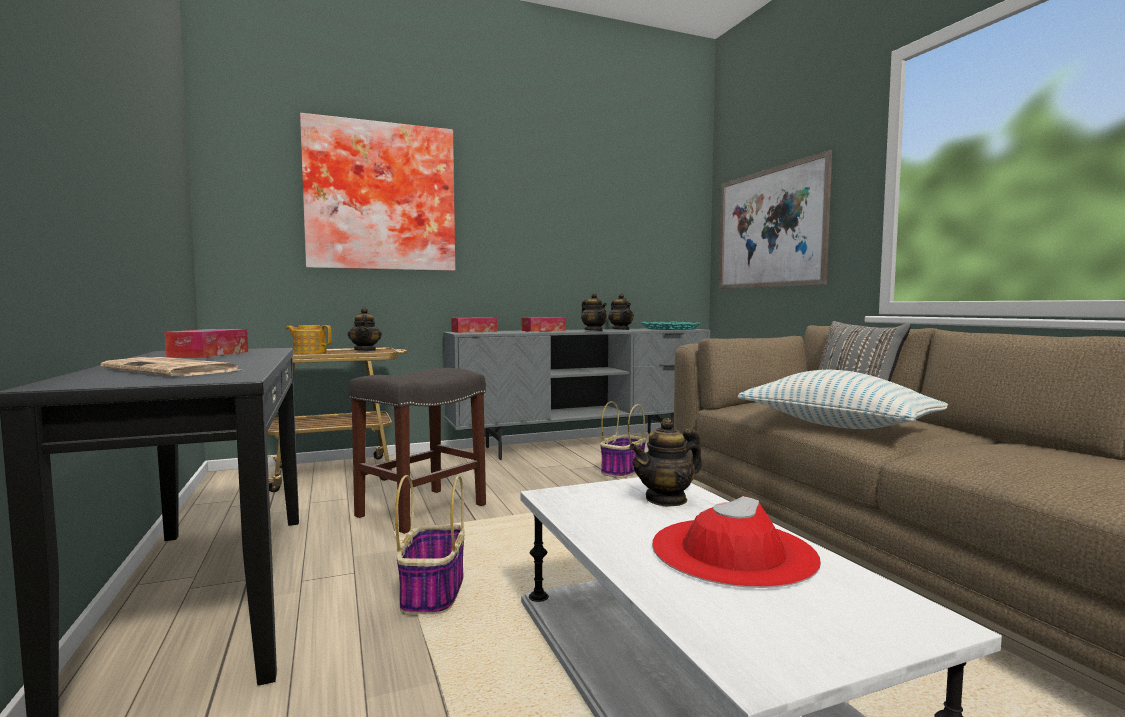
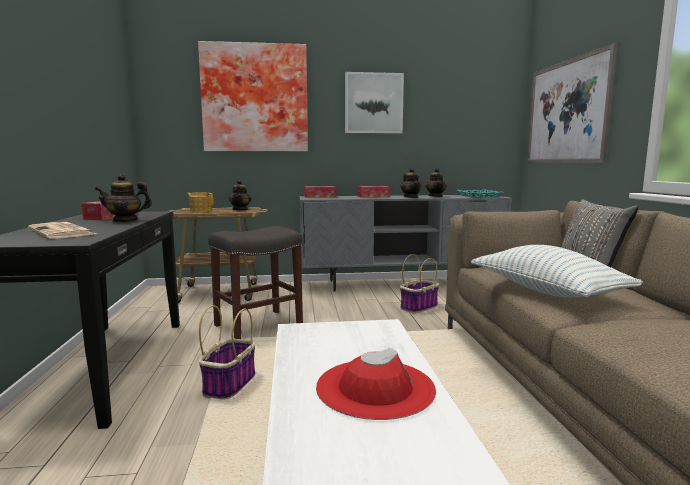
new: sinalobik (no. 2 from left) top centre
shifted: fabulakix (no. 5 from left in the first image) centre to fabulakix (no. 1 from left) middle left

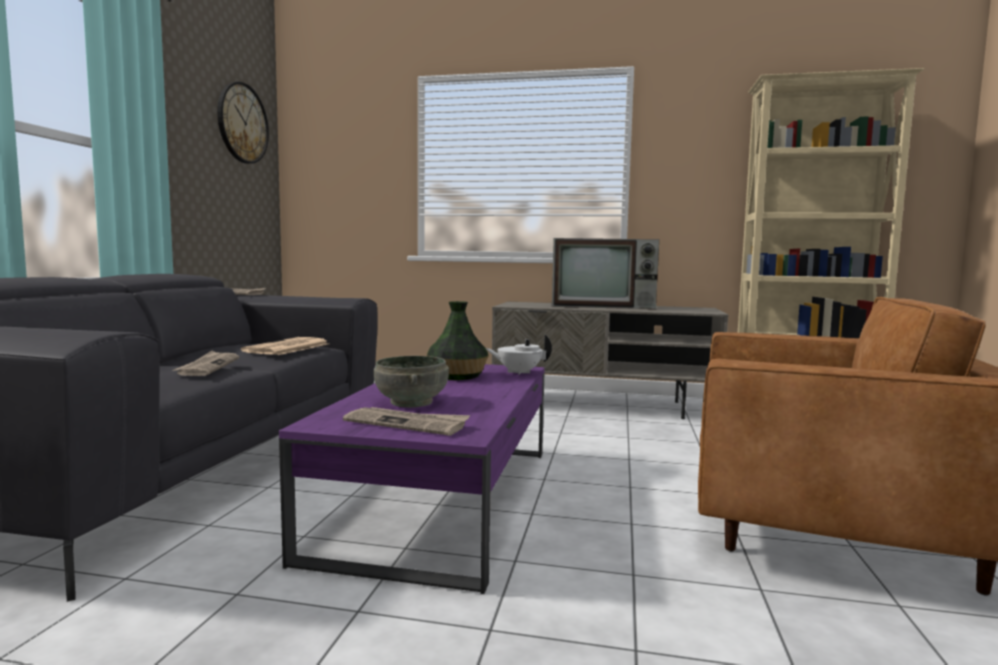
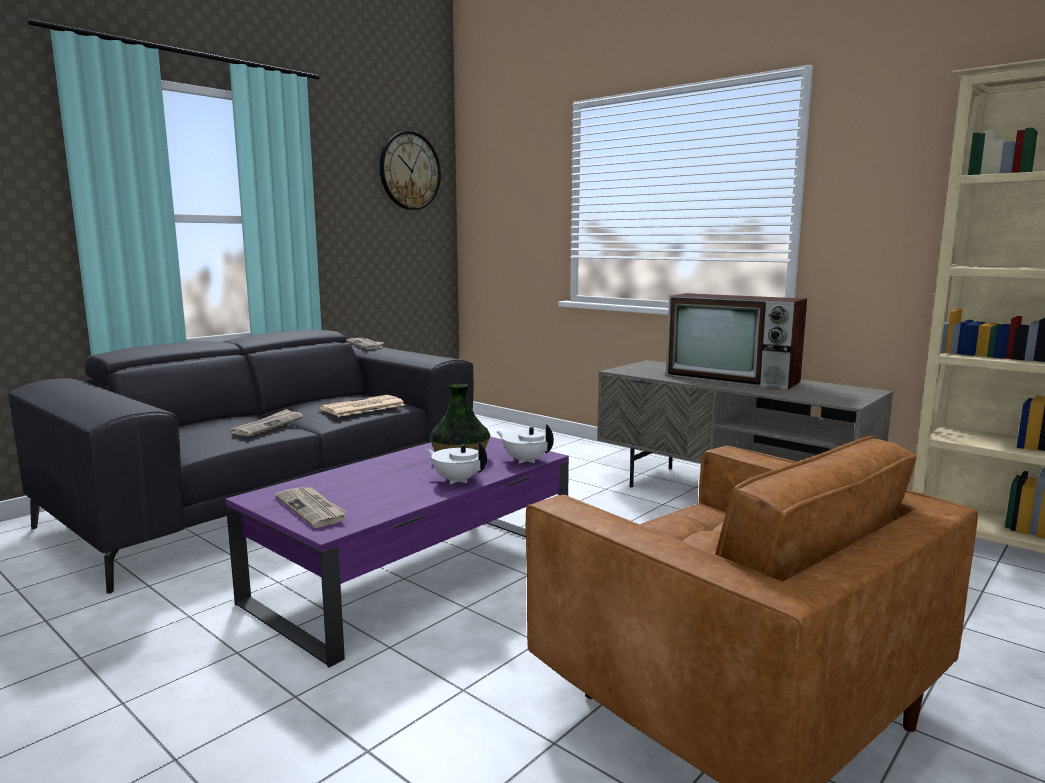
gone: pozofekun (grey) centre
new: fabulakix (white) (no. 1 from left) centre

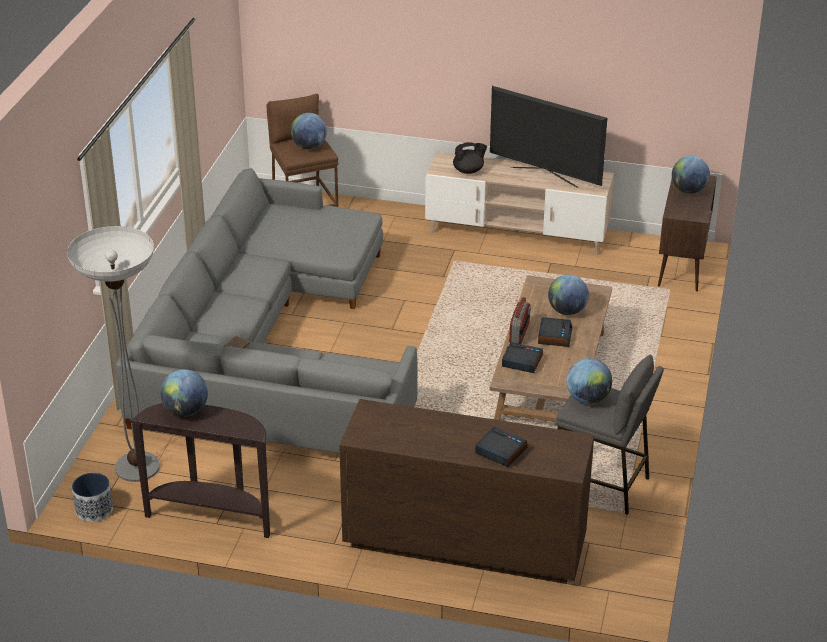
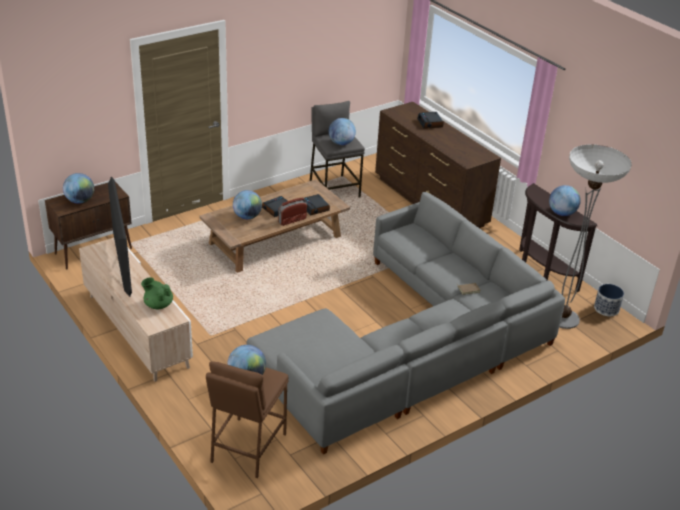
repainted: fabulakix (black) top centre to fabulakix (green) middle left

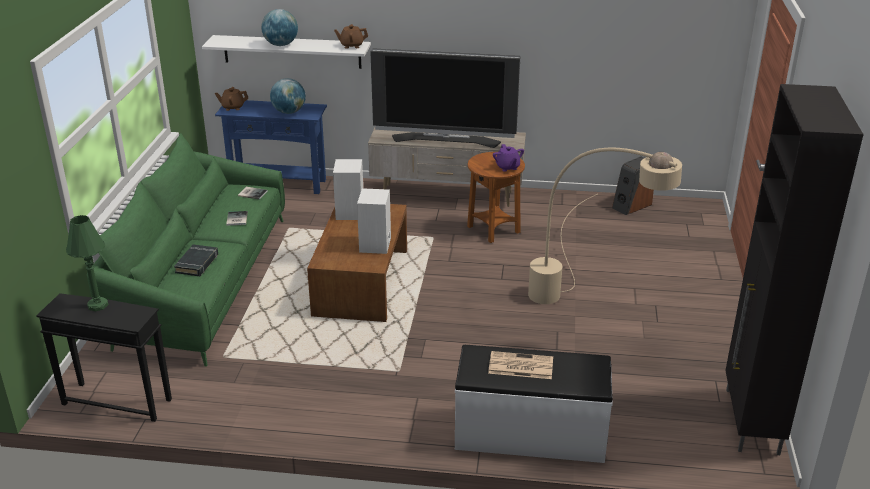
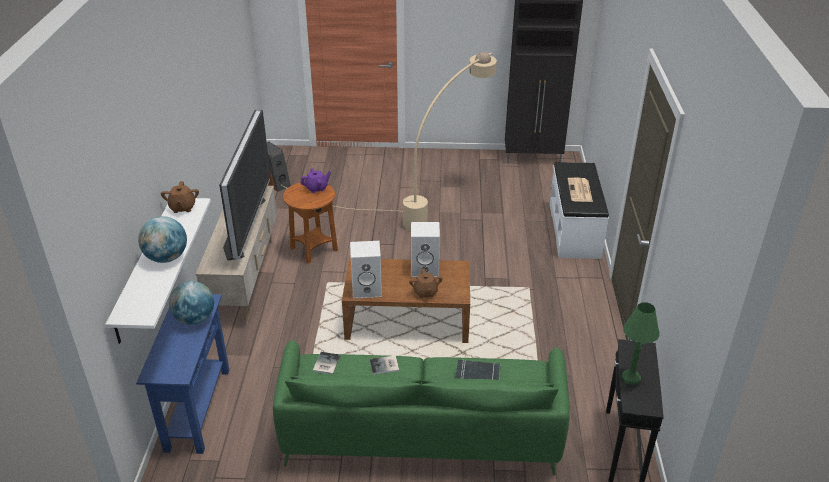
shifted: fabulakix (brown) (no. 1 from left in the first image) top left to fabulakix (brown) (no. 2 from left) centre

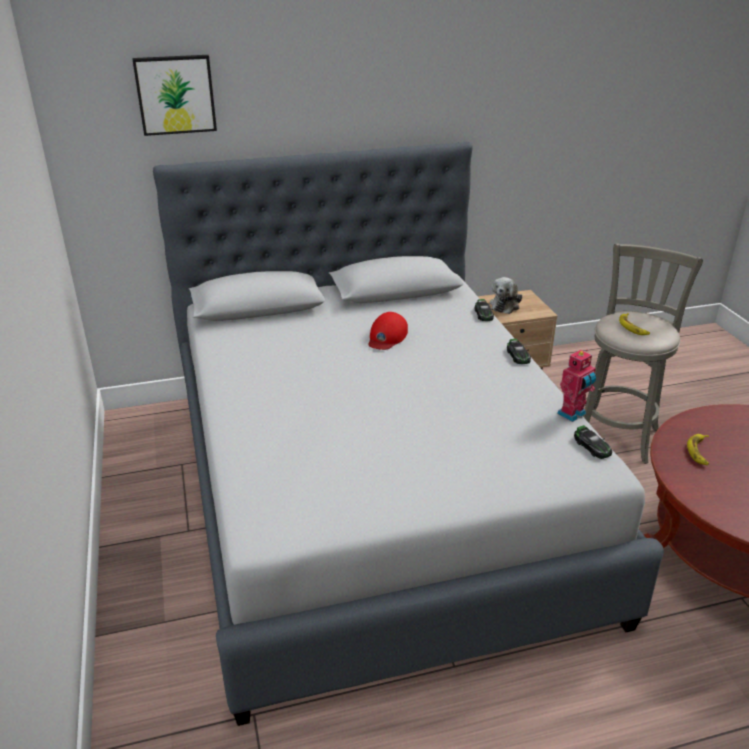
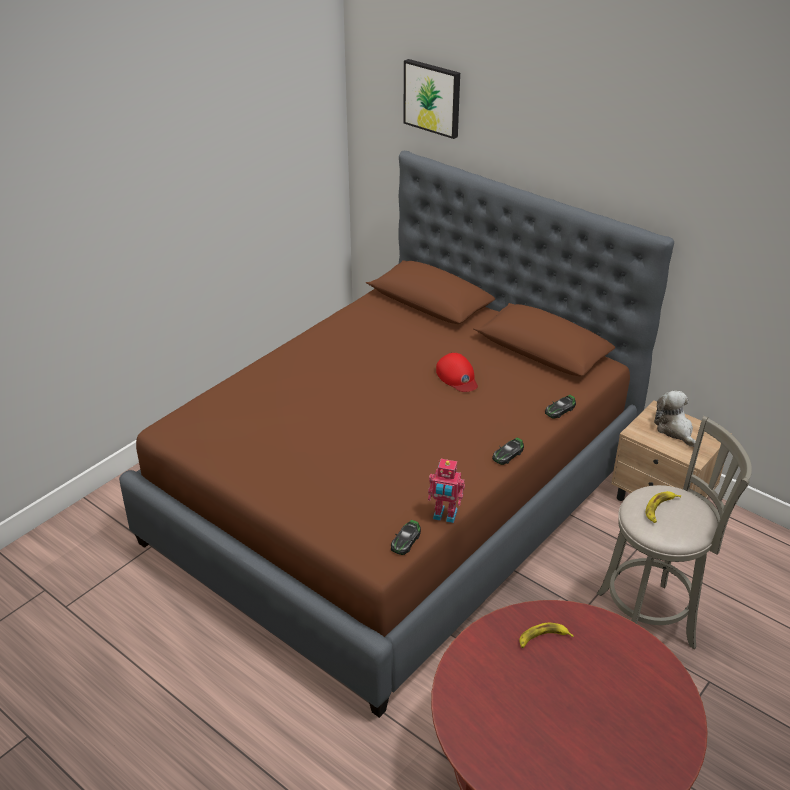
repainted: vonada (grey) centre to vonada (brown) centre
rotated: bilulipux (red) centre = centre 105 degrees counterclockwise; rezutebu middle right = middle right 75 degrees clockwise

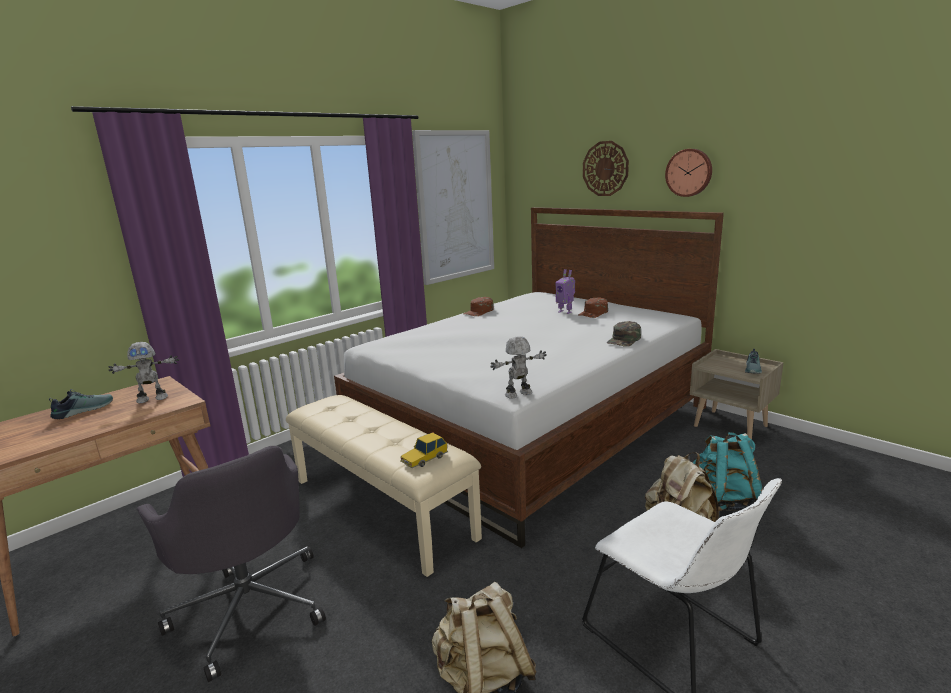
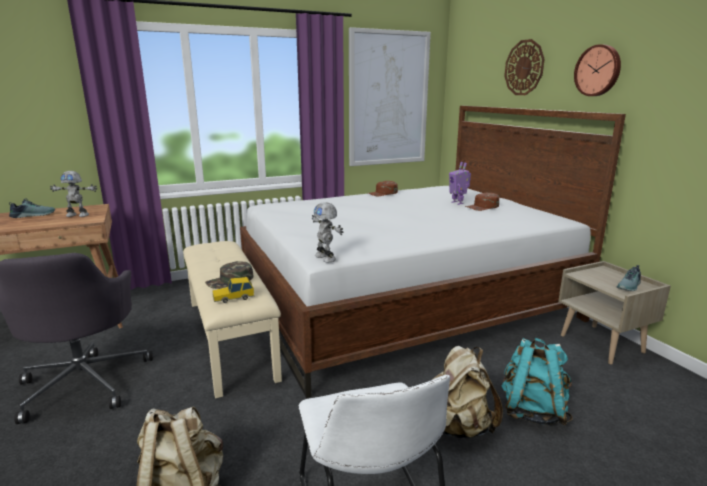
shifted: bilulipux (green) centre to middle left
rotated: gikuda (no. 2 from left) centre = centre 120 degrees counterclockwise

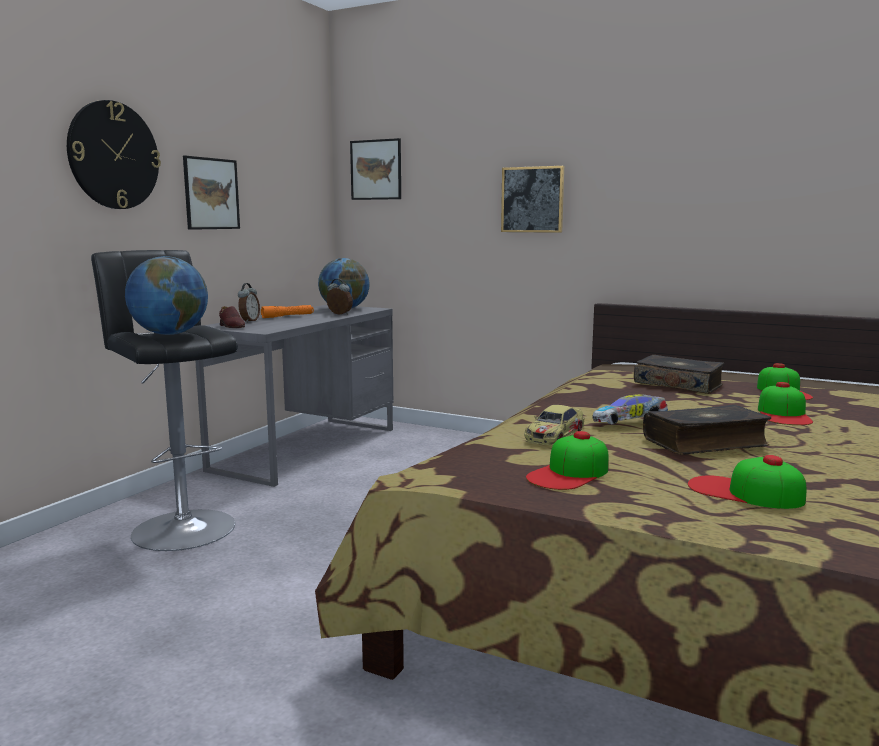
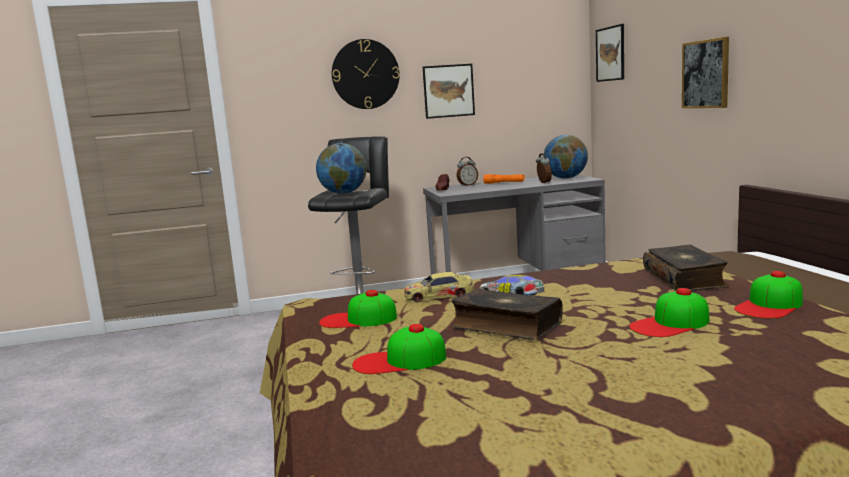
rotated: bilulipux (no. 2 from left) middle right = bottom centre 90 degrees counterclockwise

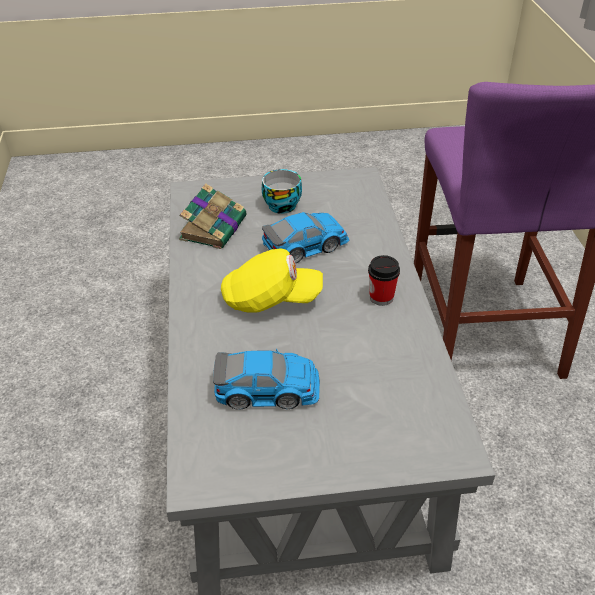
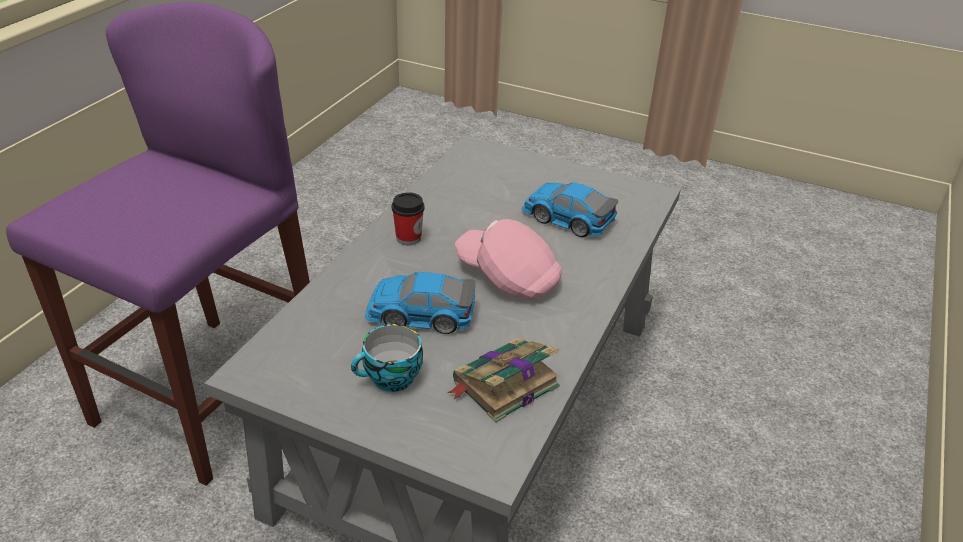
repainted: bilulipux (yellow) centre to bilulipux (pink) centre

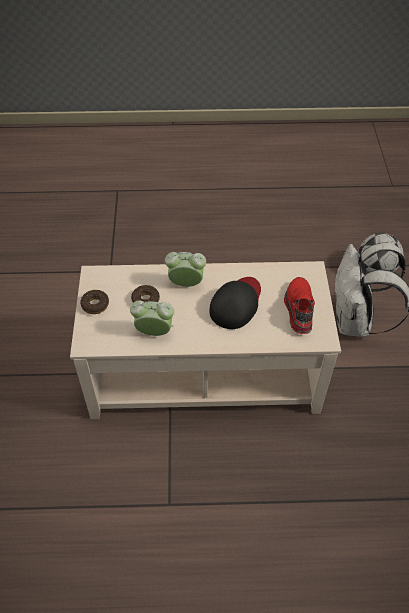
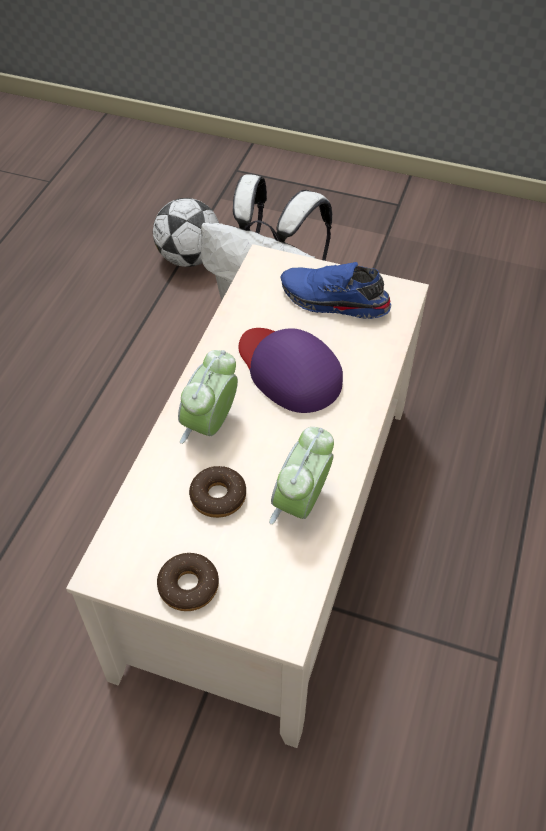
repainted: bilulipux (black) centre to bilulipux (purple) centre; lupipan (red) middle right to lupipan (blue) centre

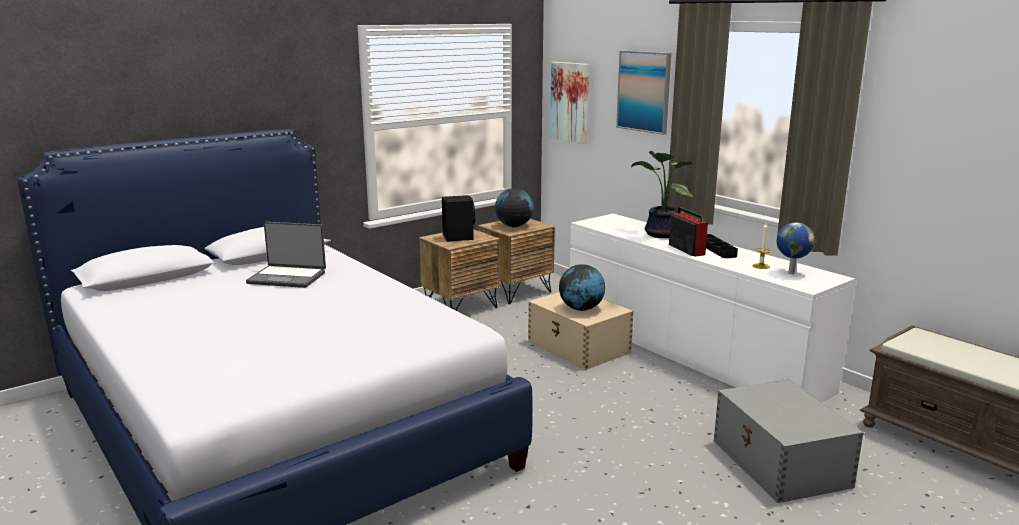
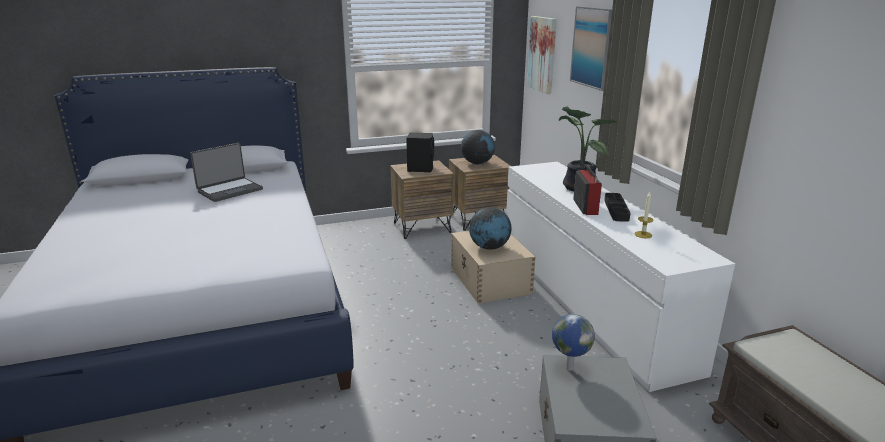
shifted: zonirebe (no. 3 from left) middle right to bottom centre
rotated: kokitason middle left = middle left 75 degrees counterclockwise

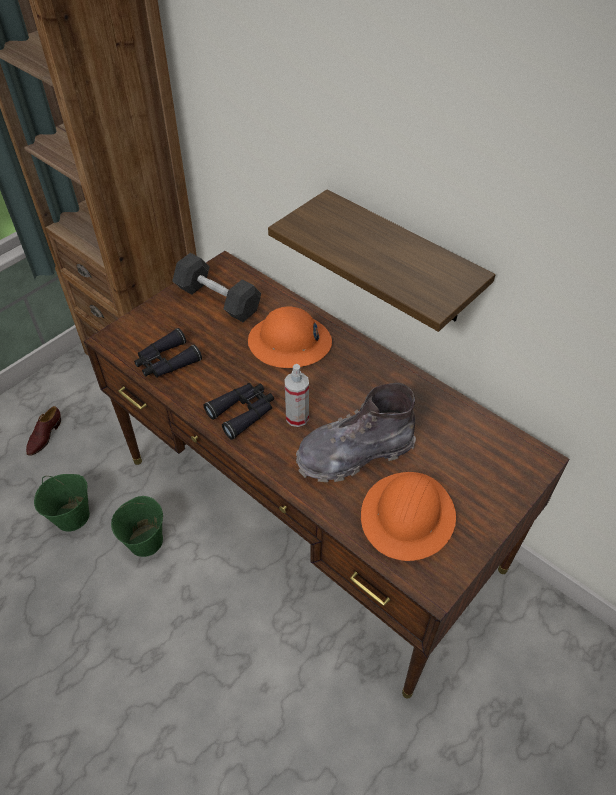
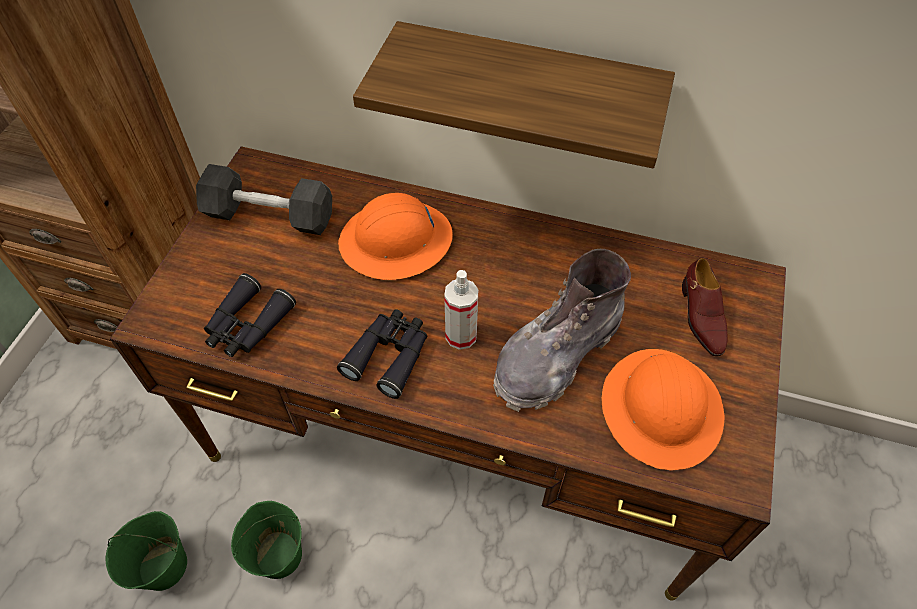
shifted: lupipan (brown) middle left to middle right

